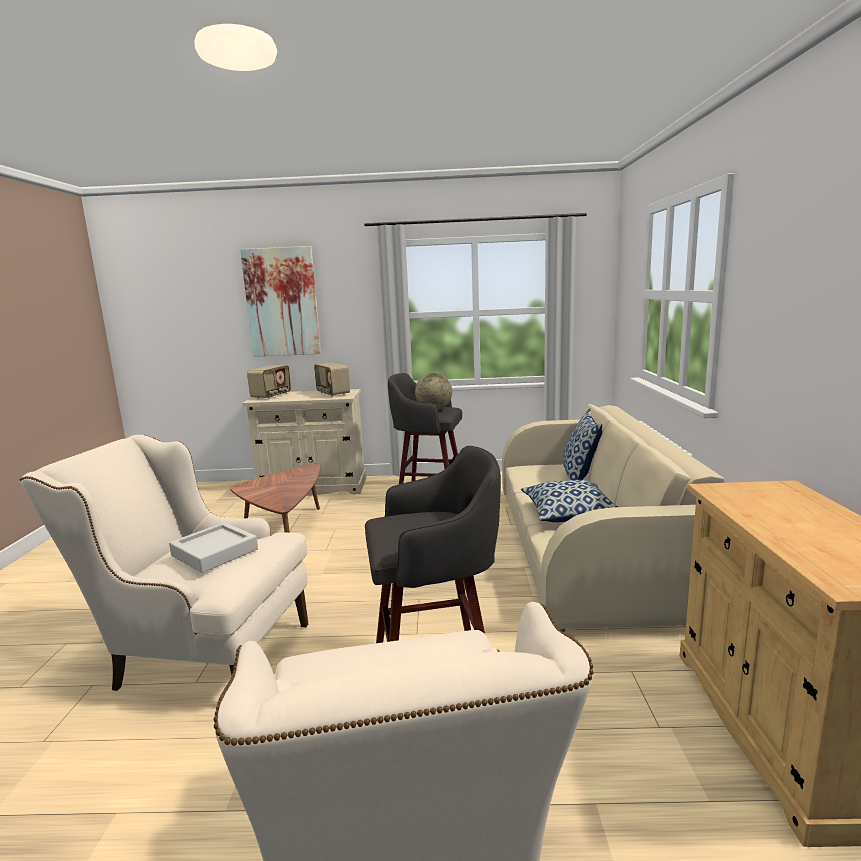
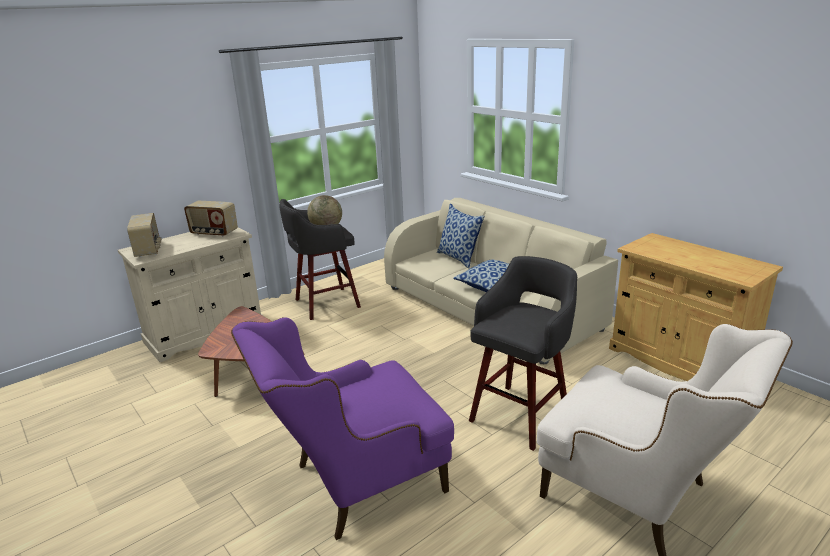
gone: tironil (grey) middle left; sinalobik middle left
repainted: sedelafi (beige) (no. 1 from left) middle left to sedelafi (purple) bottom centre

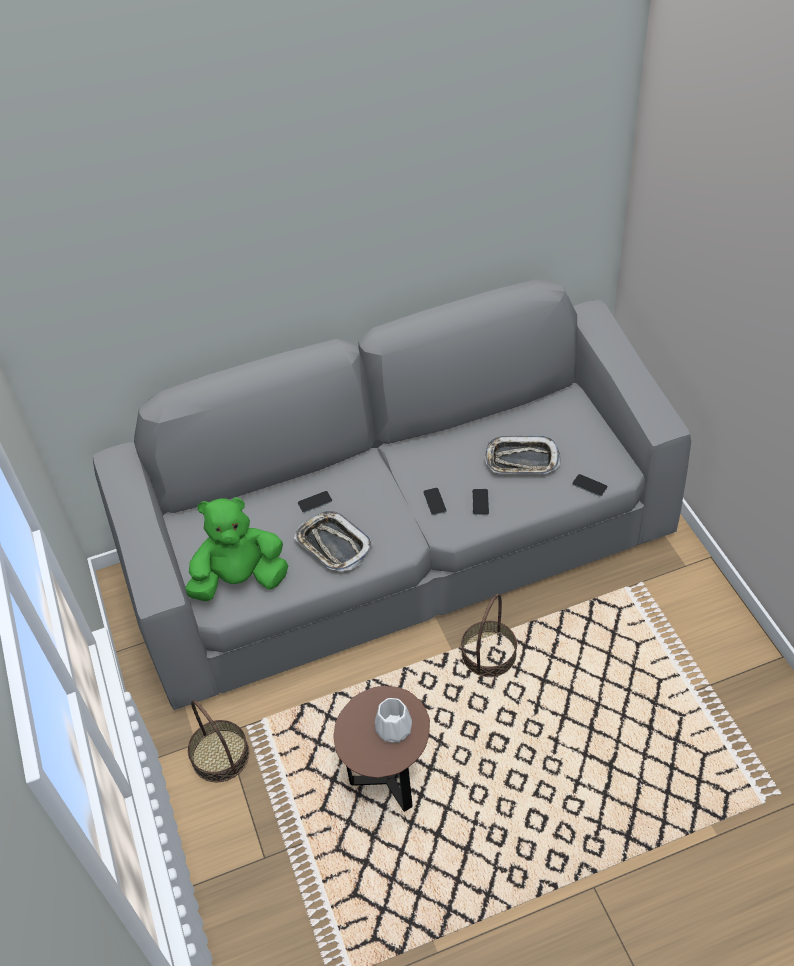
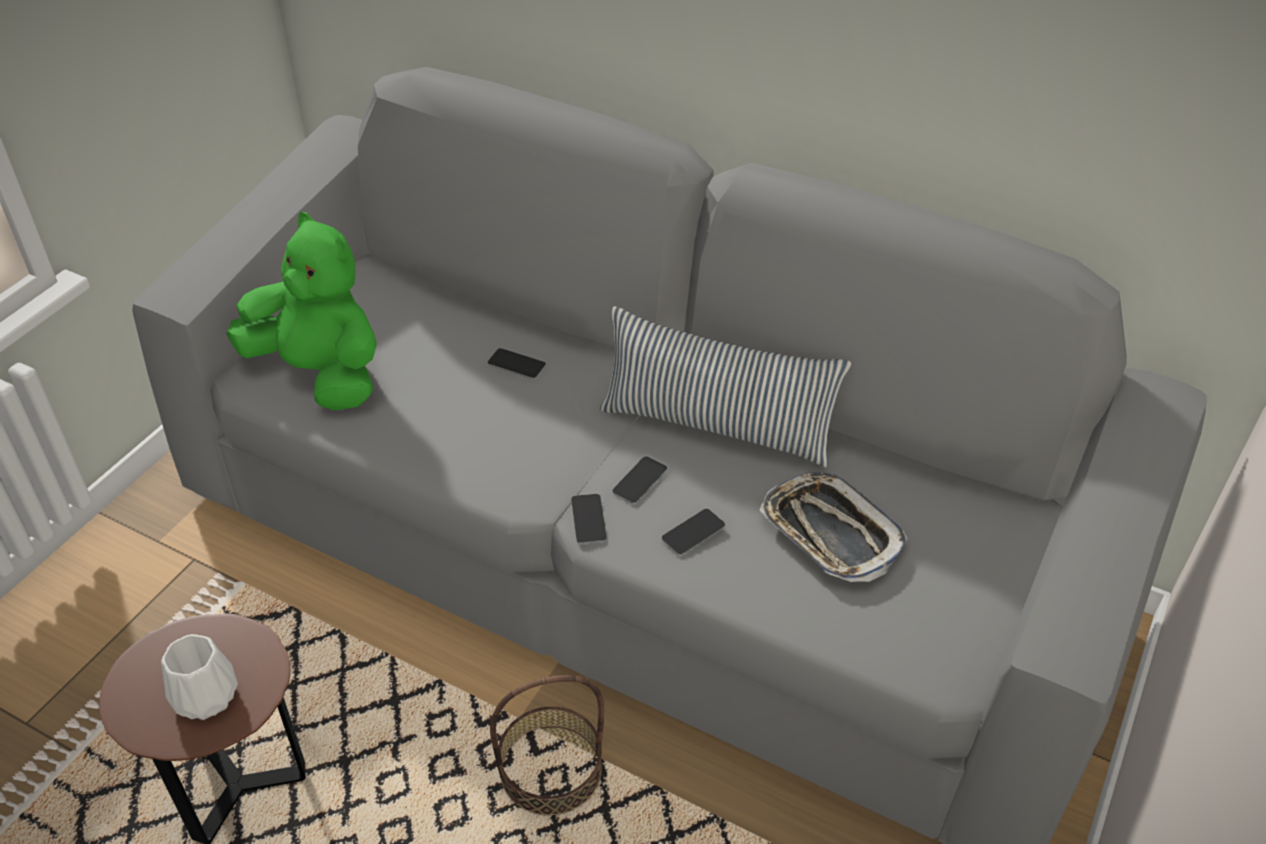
gone: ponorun (no. 1 from left) bottom left; tironil (no. 1 from left) centre
new: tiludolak centre
shifted: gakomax (no. 4 from left in the first image) middle right to gakomax (no. 2 from left) centre

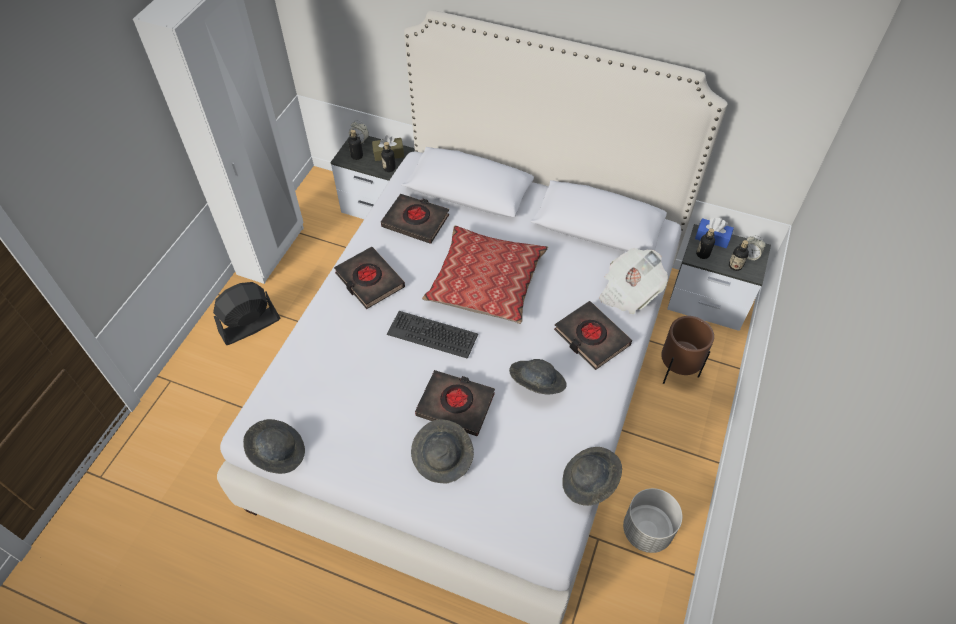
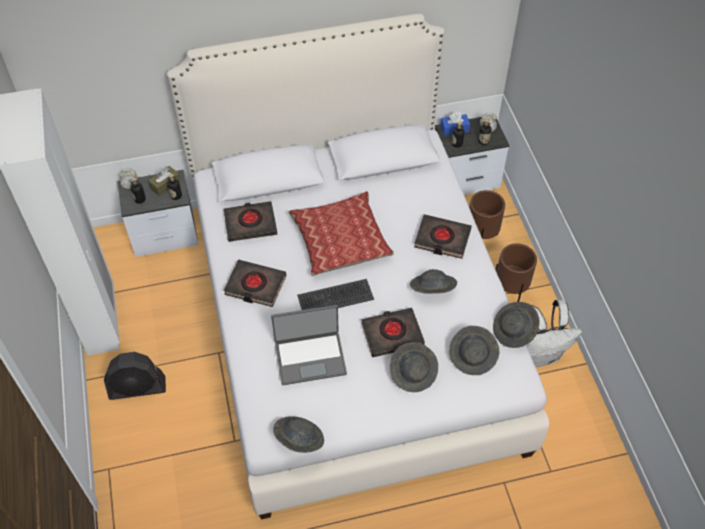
gone: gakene centre
new: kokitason centre; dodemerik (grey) (no. 4 from left) middle right; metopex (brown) (no. 2 from left) middle right
swapped: metopex (grey) bottom right to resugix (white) middle right
rotated: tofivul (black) middle left = bottom left 120 degrees counterclockwise

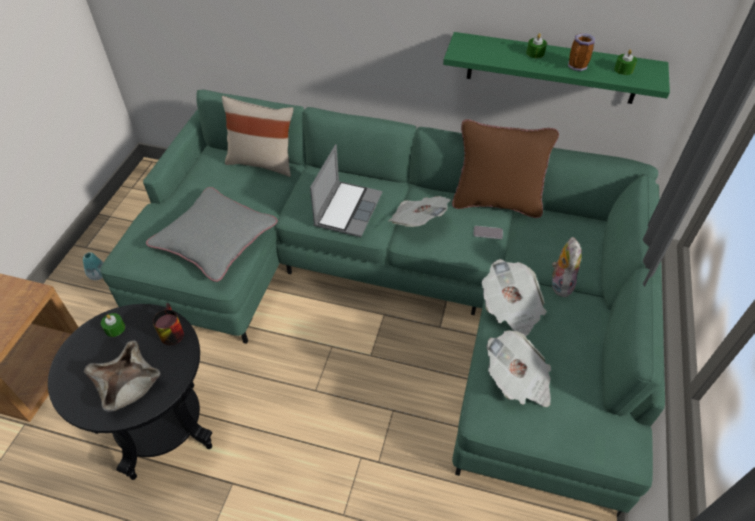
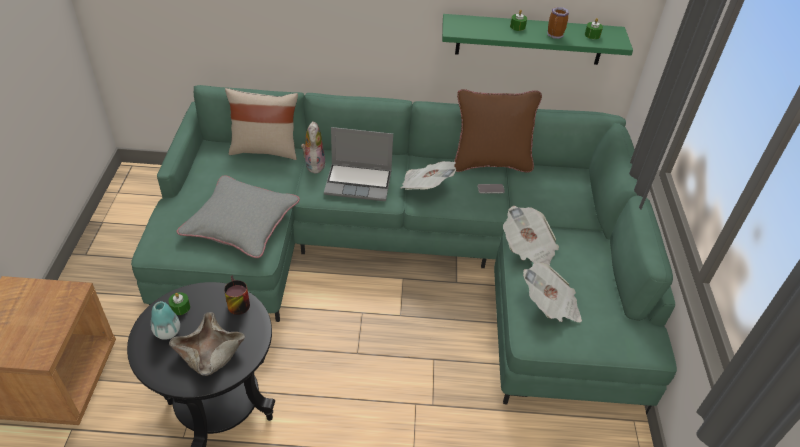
shifted: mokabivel middle left to bottom left; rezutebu middle right to top centre
rotated: kokitason centre = centre 90 degrees clockwise

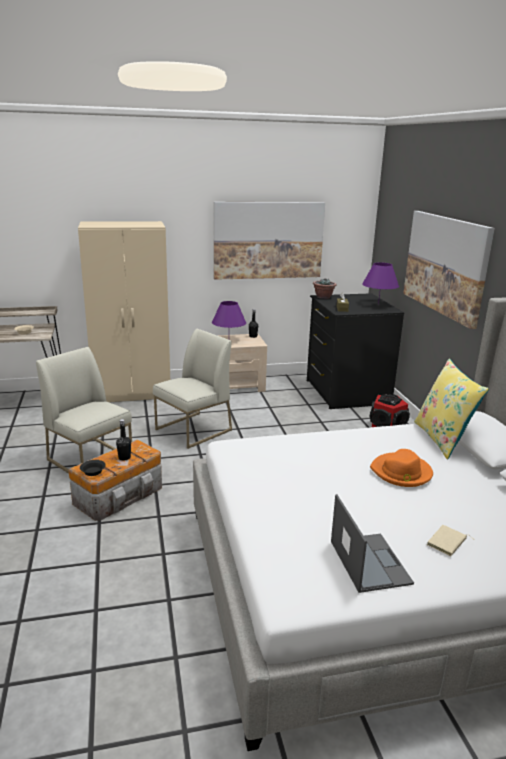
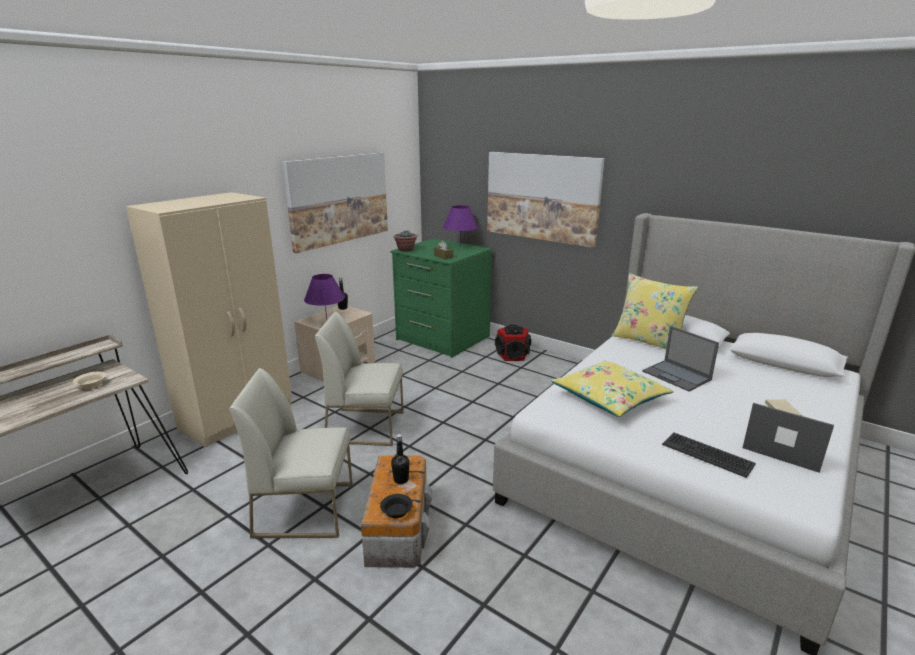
new: tiludolak (yellow) (no. 1 from left) middle right; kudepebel bottom right
swapped: dodemerik (orange) middle right to kokitason (no. 1 from left) middle right
repainted: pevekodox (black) middle right to pevekodox (green) centre
rotated: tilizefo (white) (no. 2 from left) centre = centre 90 degrees counterclockwise

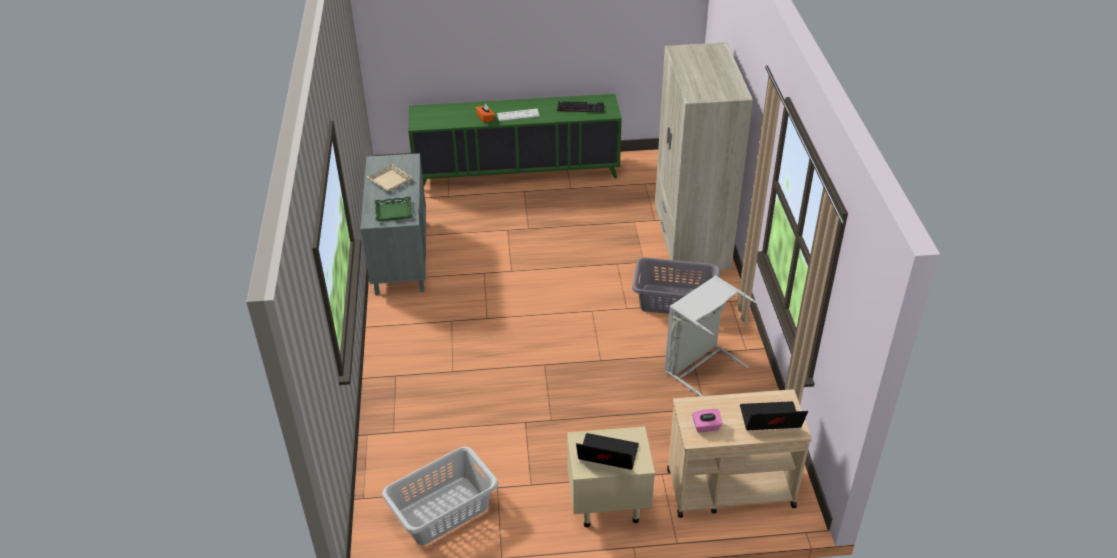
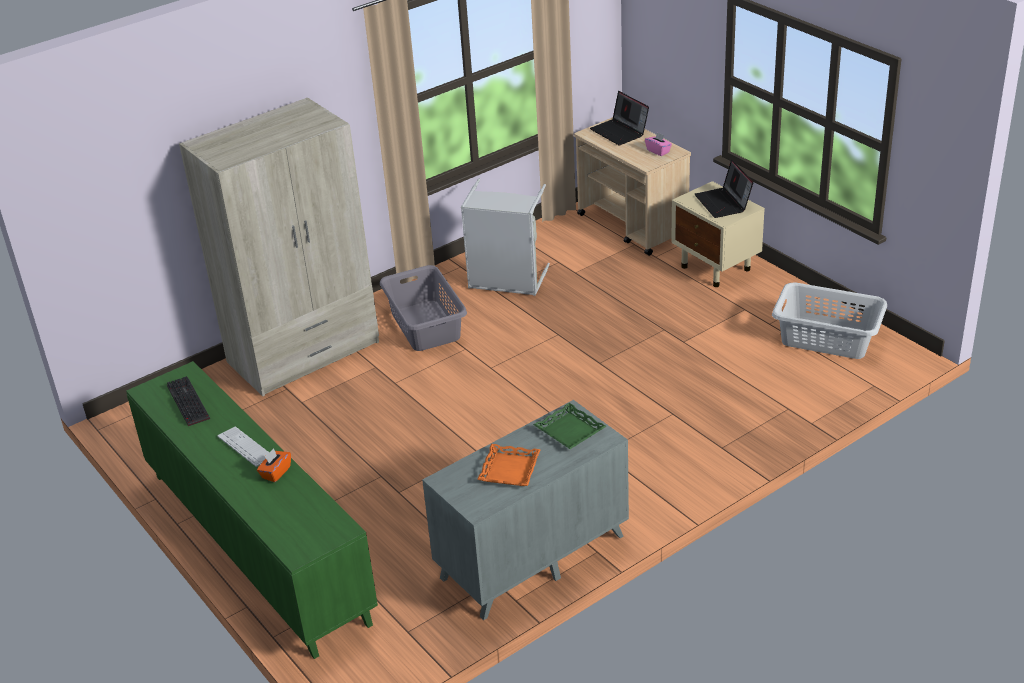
repainted: tironil (beige) top centre to tironil (orange) bottom centre

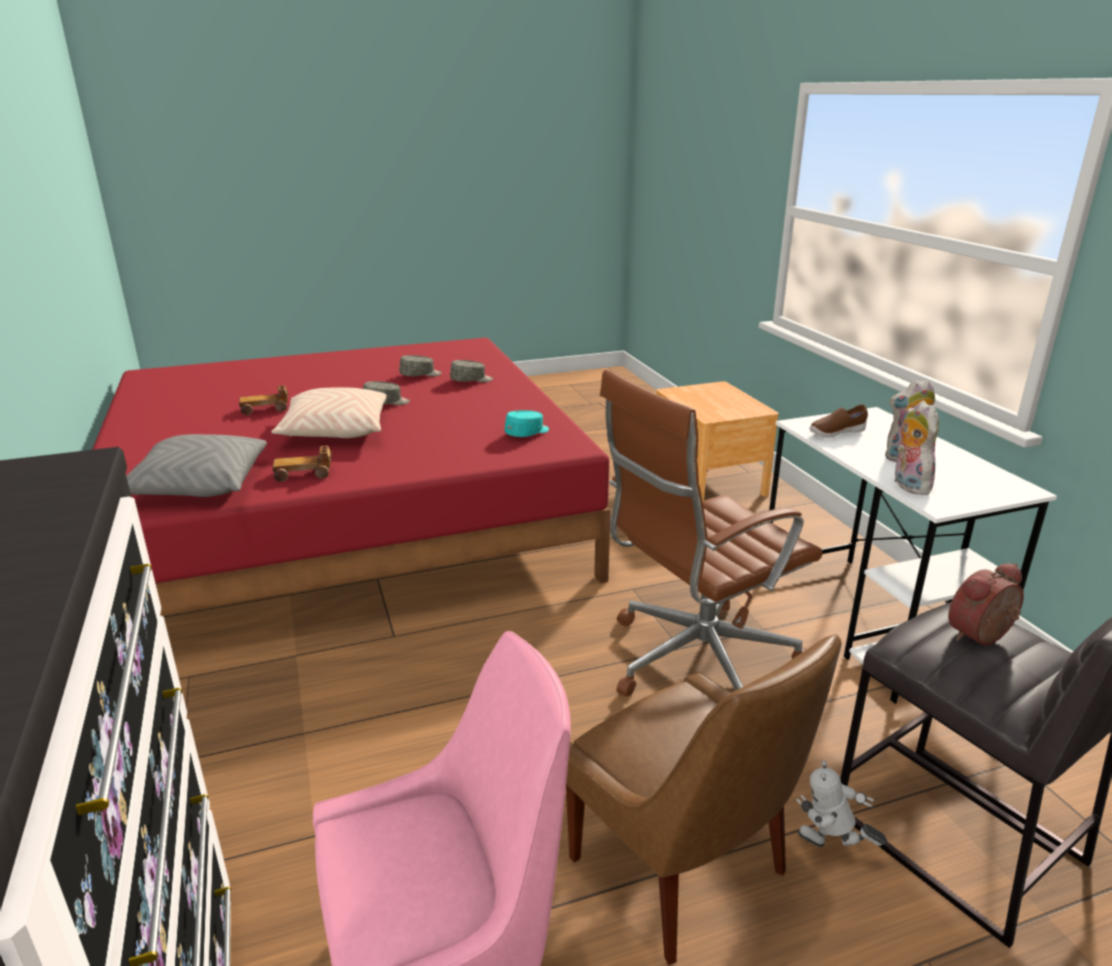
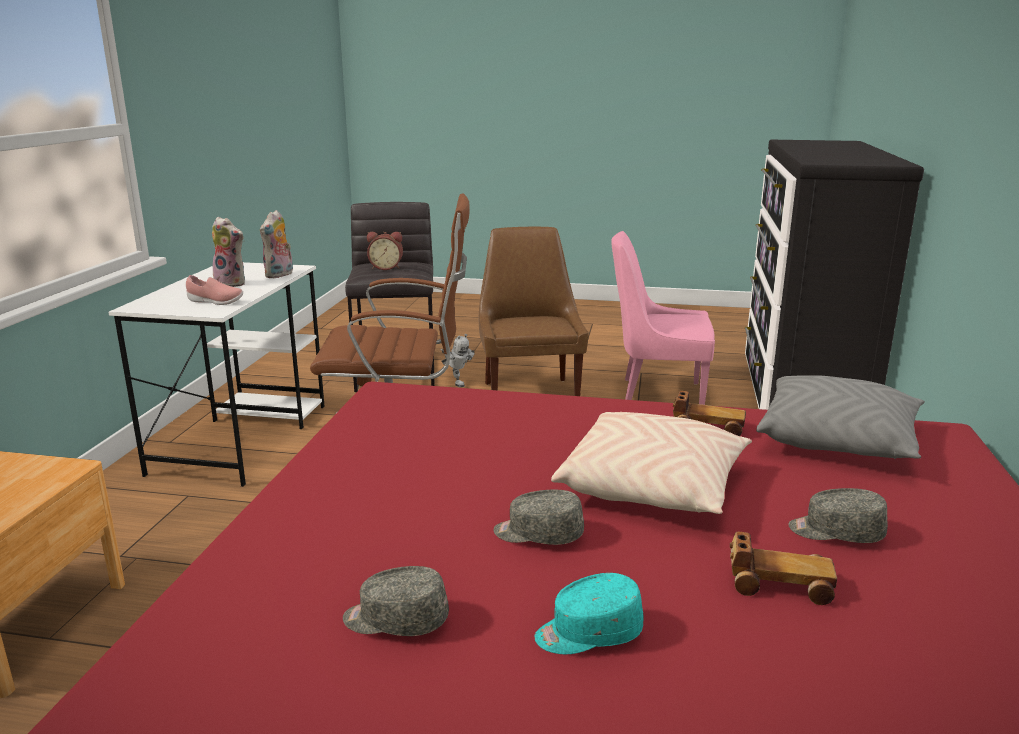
shifted: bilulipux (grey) (no. 3 from left) centre to bottom right; bilulipux (turquoise) centre to bottom centre
repainted: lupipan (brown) middle right to lupipan (pink) middle left

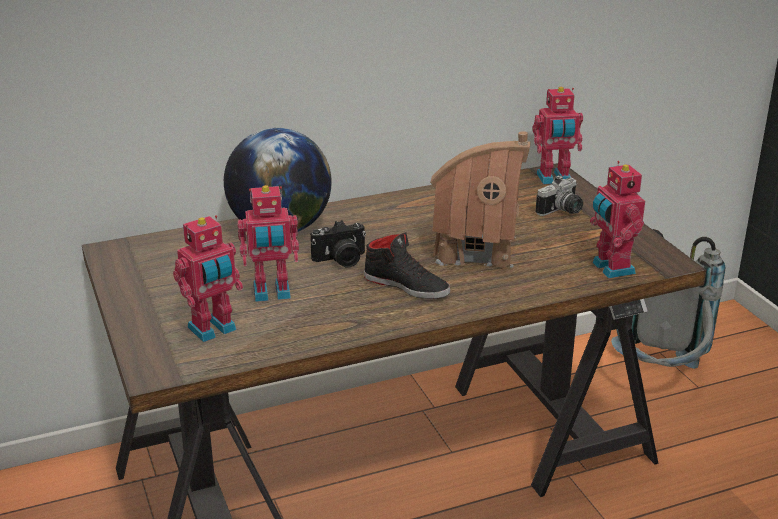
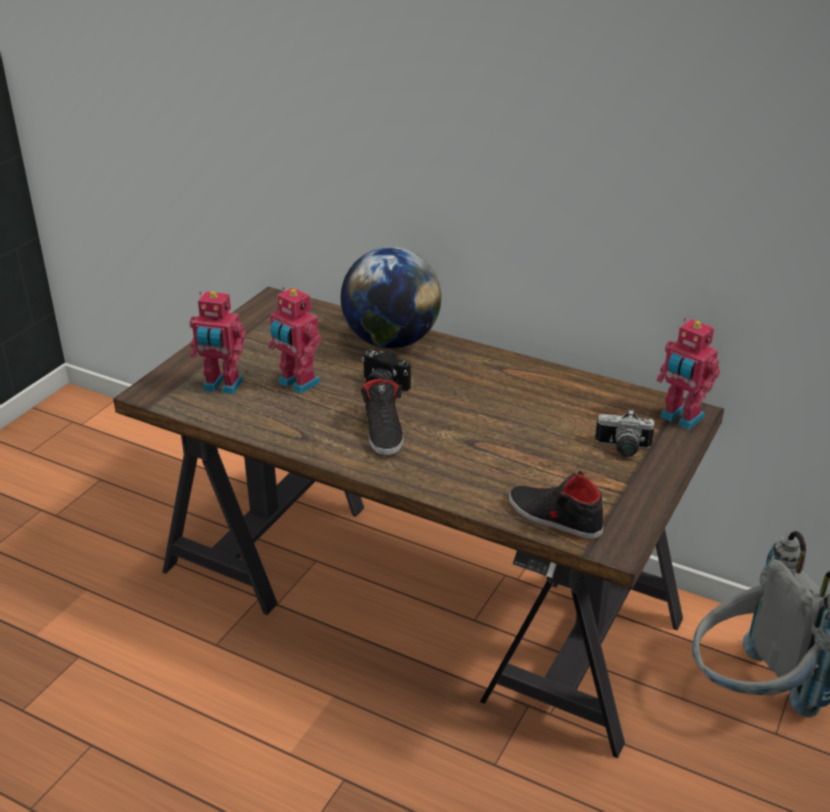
gone: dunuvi centre
swapped: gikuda (no. 4 from left) middle right to lupipan (black) (no. 2 from left) middle right

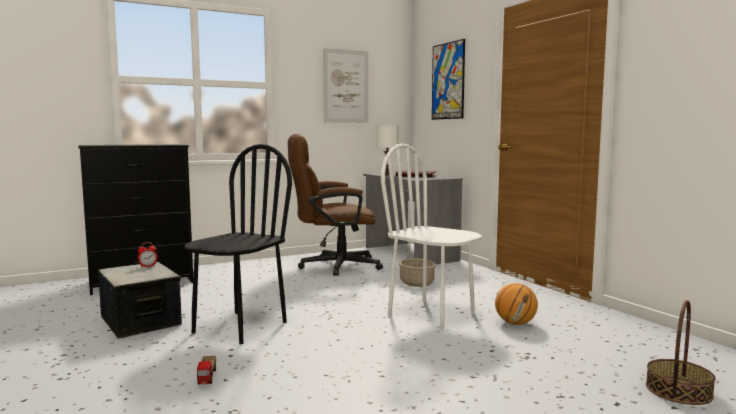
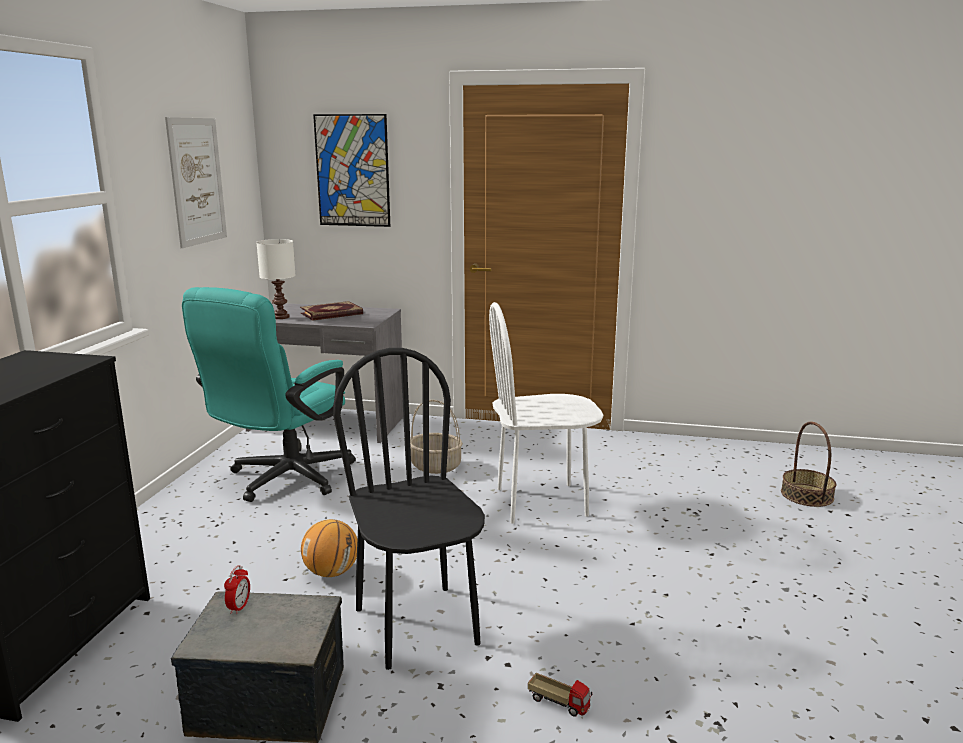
shifted: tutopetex bottom right to bottom centre
repainted: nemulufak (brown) centre to nemulufak (turquoise) middle left

